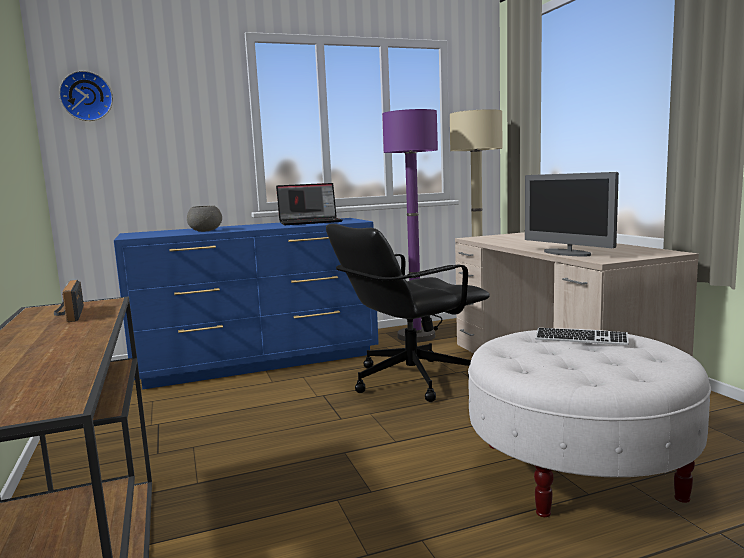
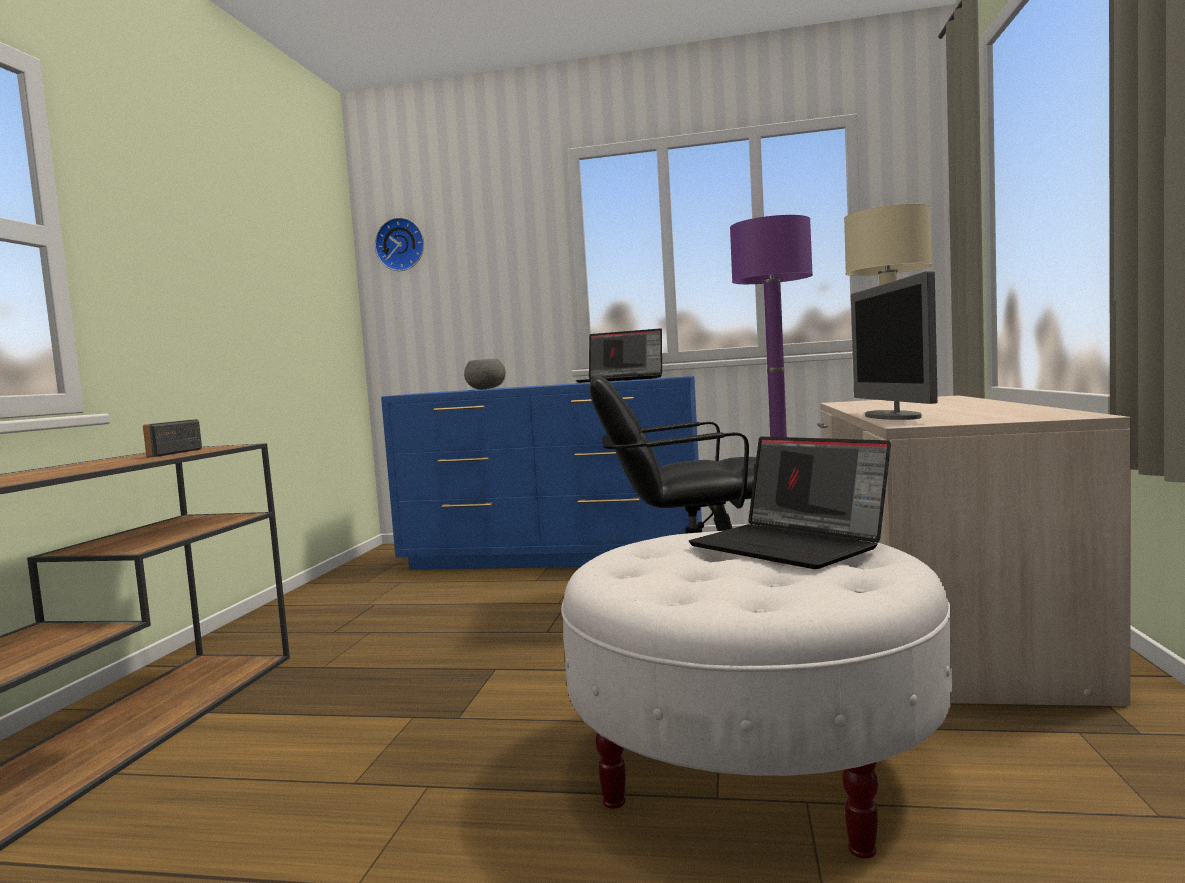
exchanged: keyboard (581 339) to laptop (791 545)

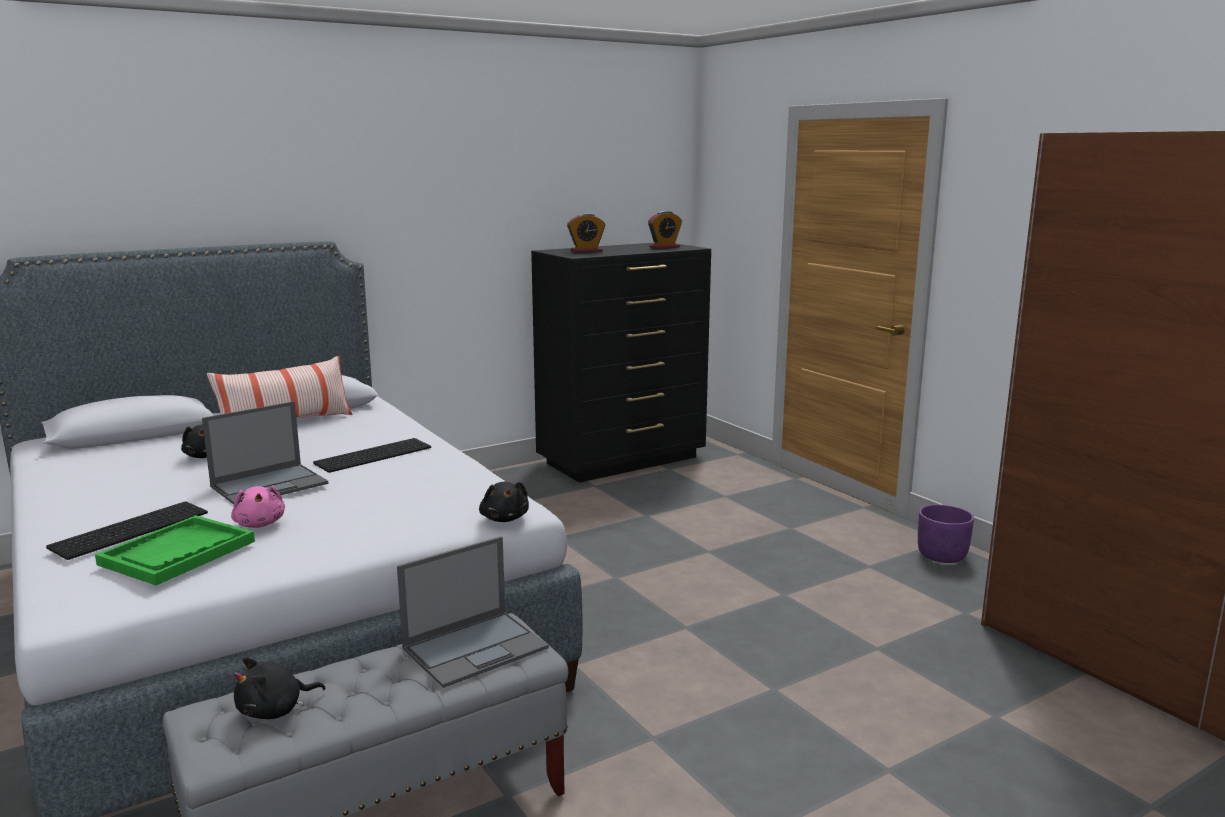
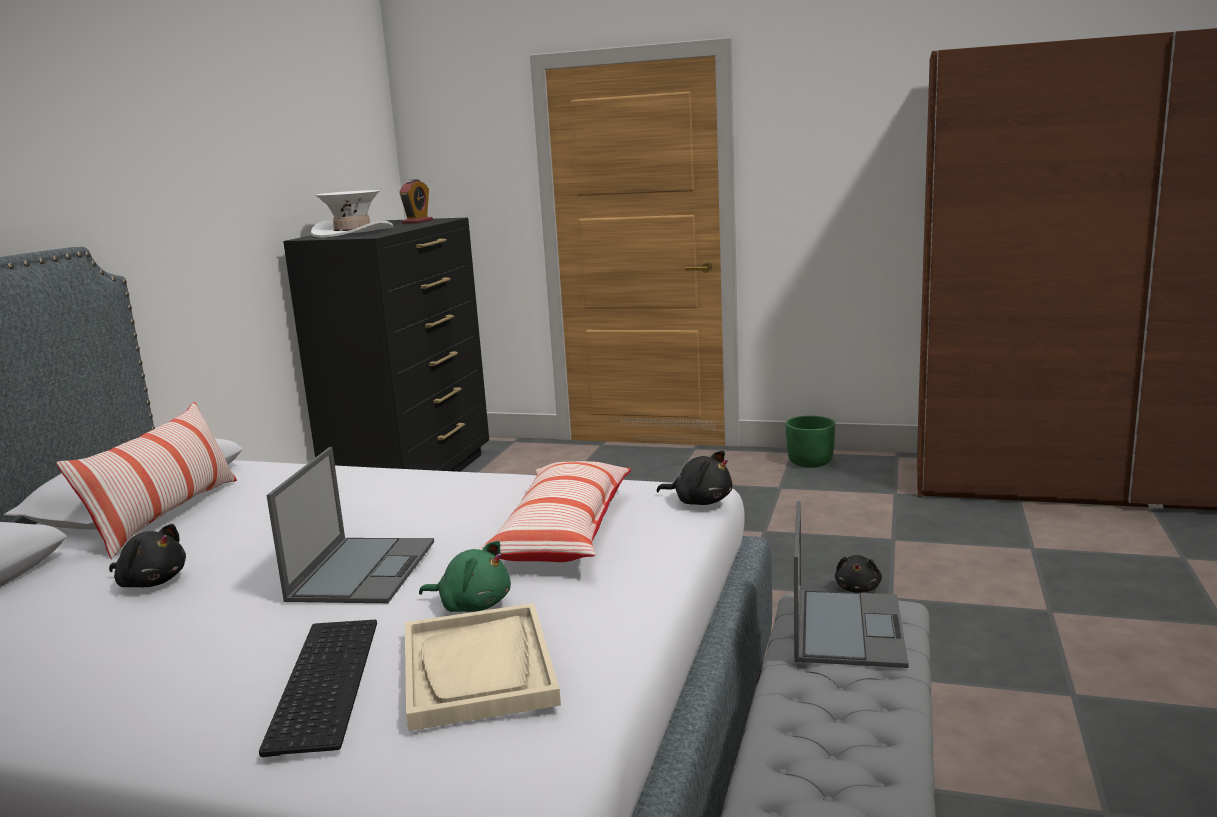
missing: keyboard (373 455)
appeared: pillow (563 532)
relocated: plush toy (black) (275 710) to (858 588)
exchanged: alarm clock (586 251) to hat (white) (353 233)
colour: tray (green) (177 553) to tray (beige) (478 669); plush toy (pink) (260 524) to plush toy (green) (472 605); planter (purple) (942 556) to planter (green) (810 462)

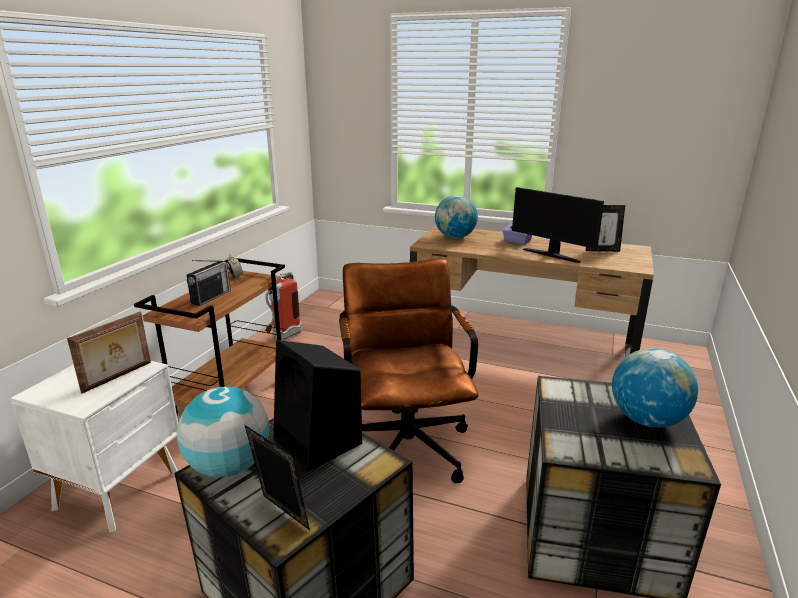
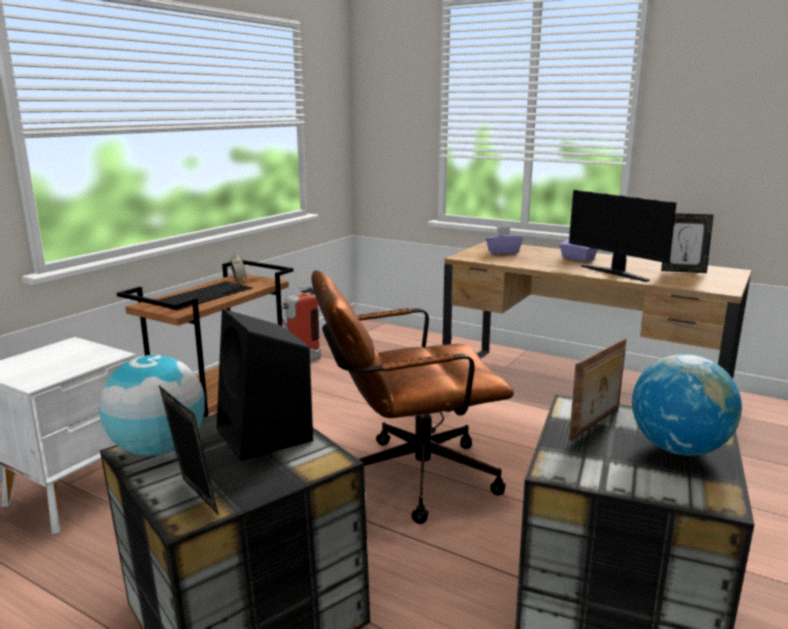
relocated: picture frame (118 377) to (596 424)
exchanged: radio (211 297) to keyboard (204 295); globe (455 237) to tissue box (purple) (503 252)
spun: office chair (brown) (405 441) = (406 478) 105 degrees counterclockwise

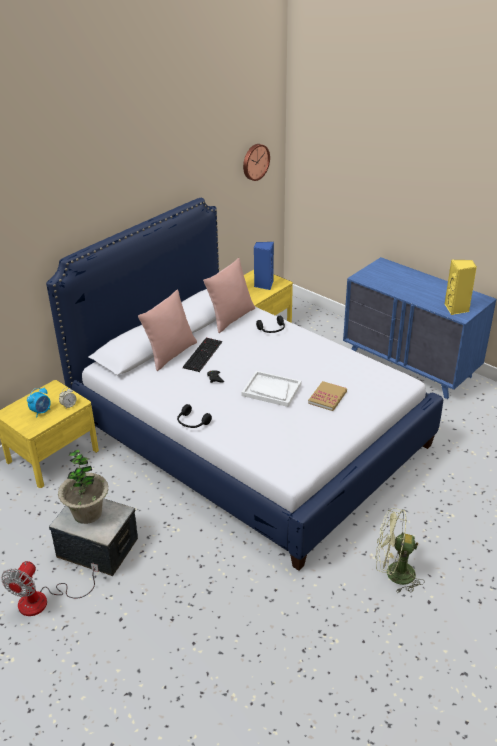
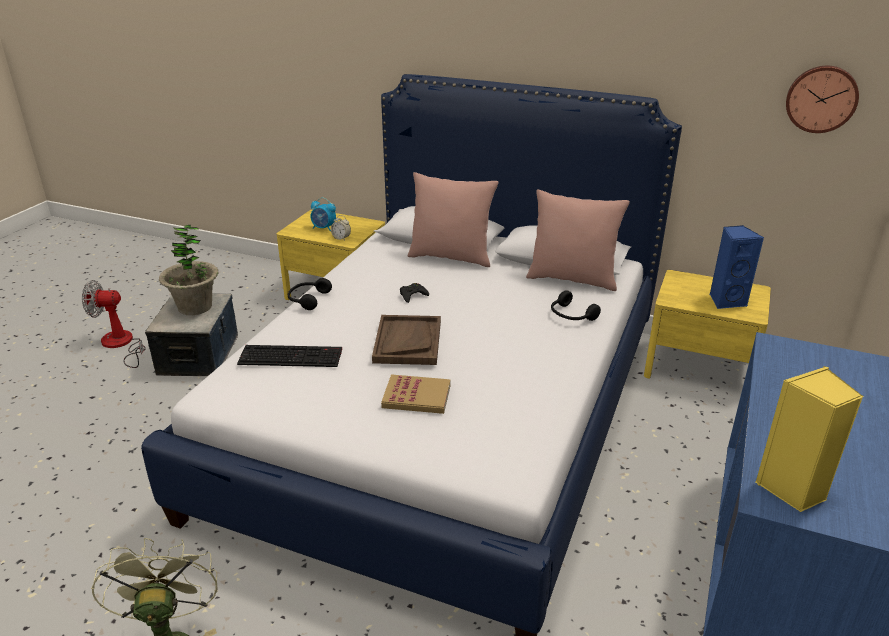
relocated: keyboard (202 354) to (292 356)
colour: tray (white) (271 390) to tray (brown) (407 342)

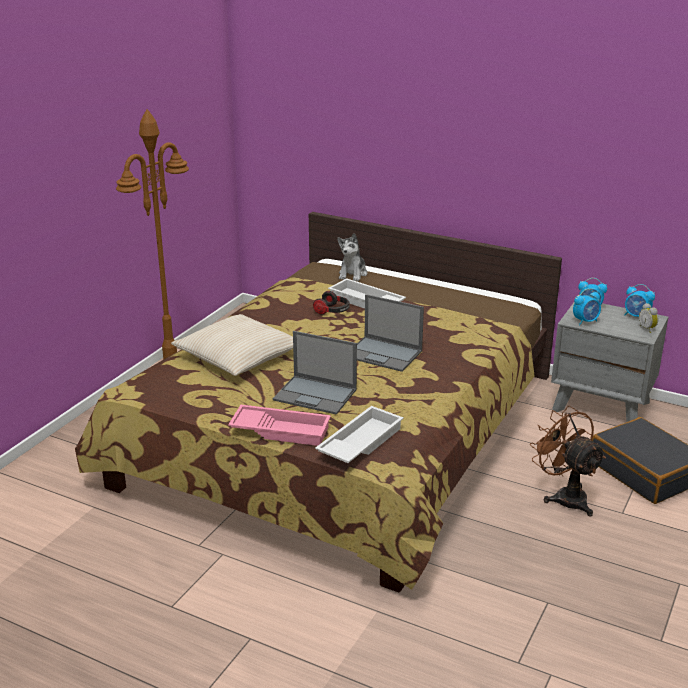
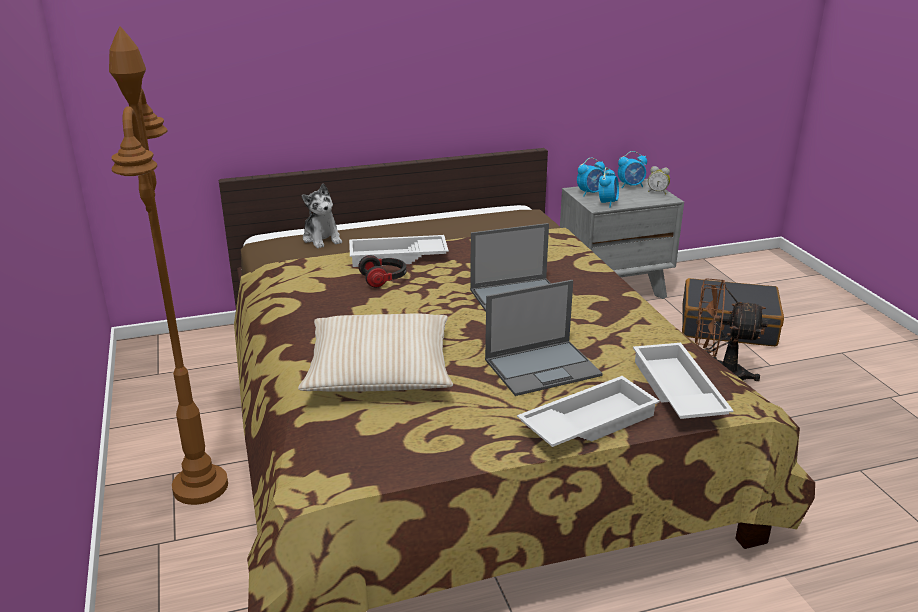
colour: tray (pink) (281 430) to tray (white) (587 422)

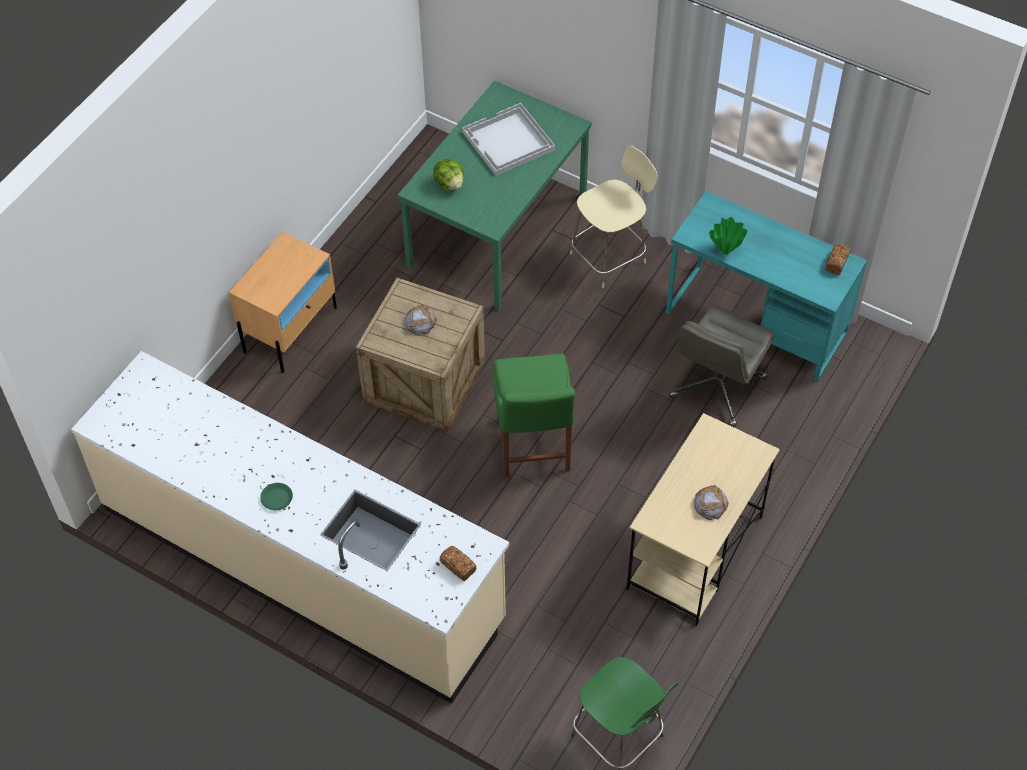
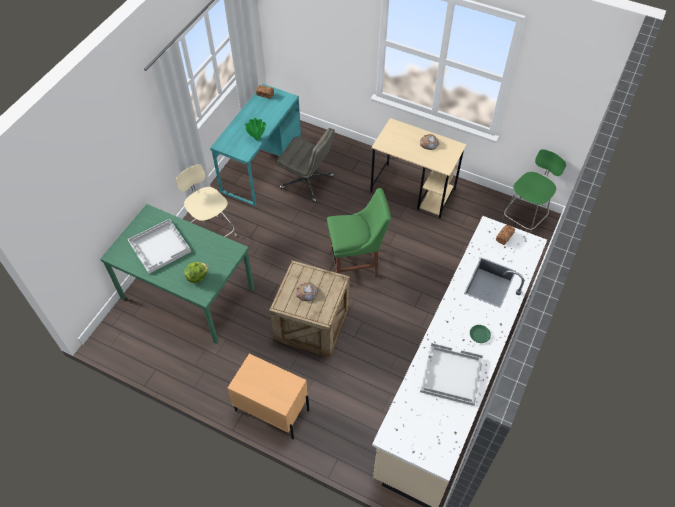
appeared: tray (white) (451 375)

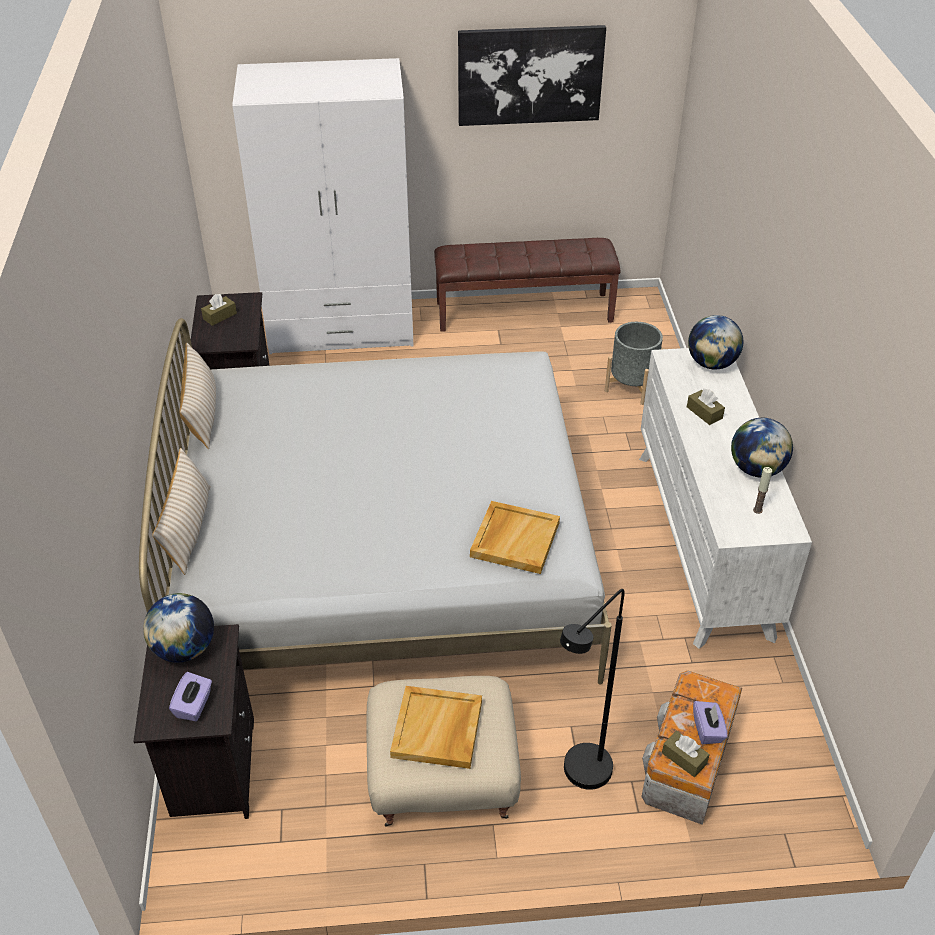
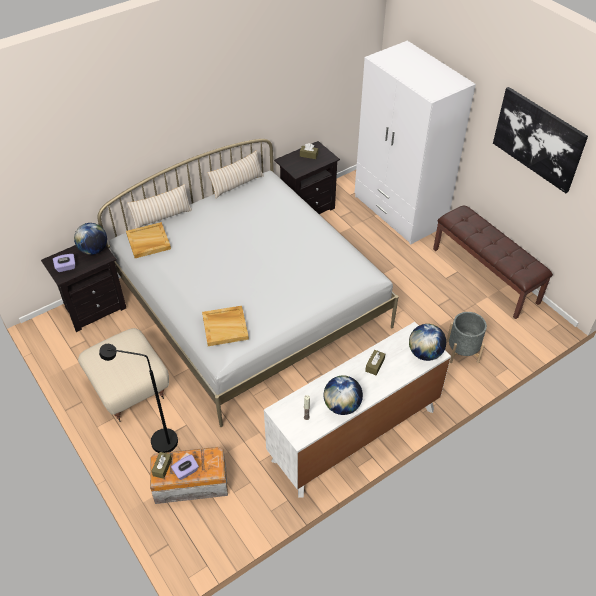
relocated: tray (beige) (437 730) to (148 242)

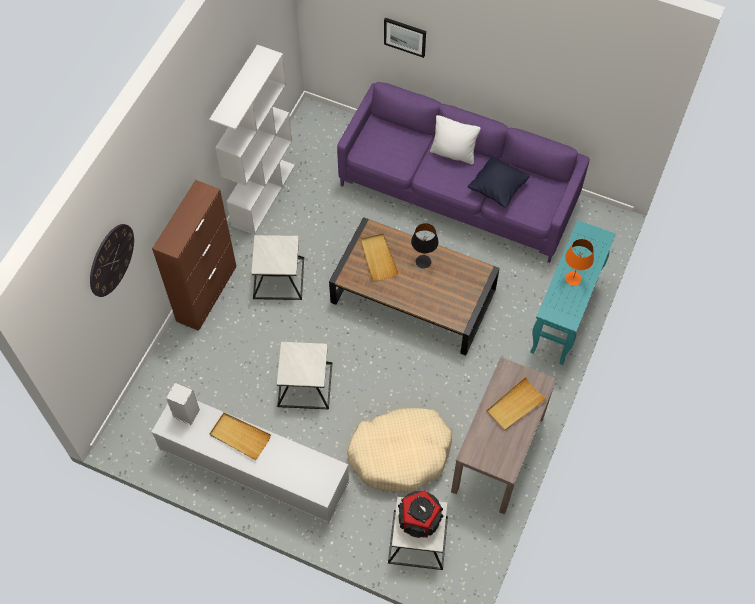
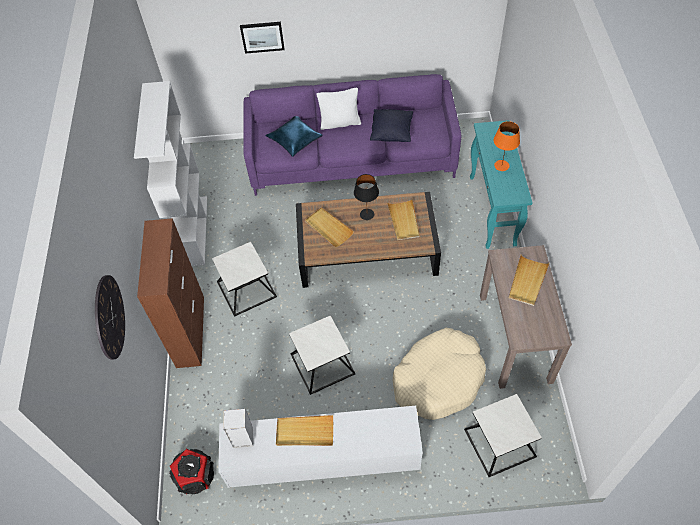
appeared: pillow (blue) (294 140); tray (beige) (403 221)
relocated: speaker (419 519) to (195 476)

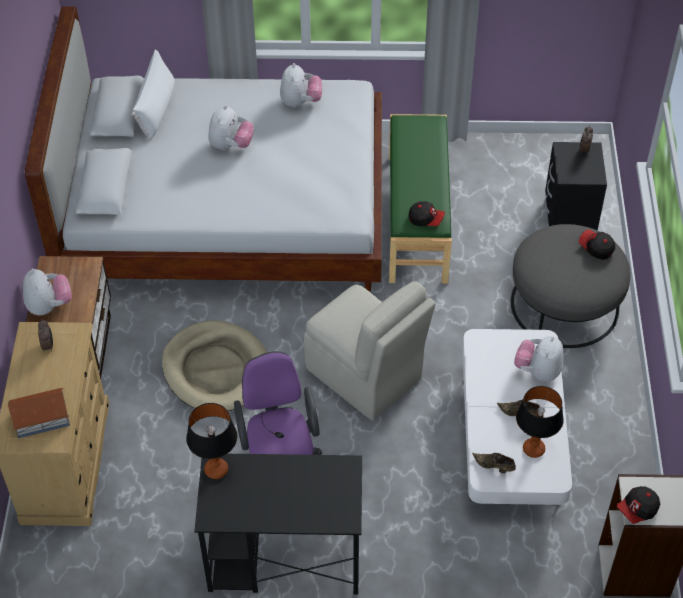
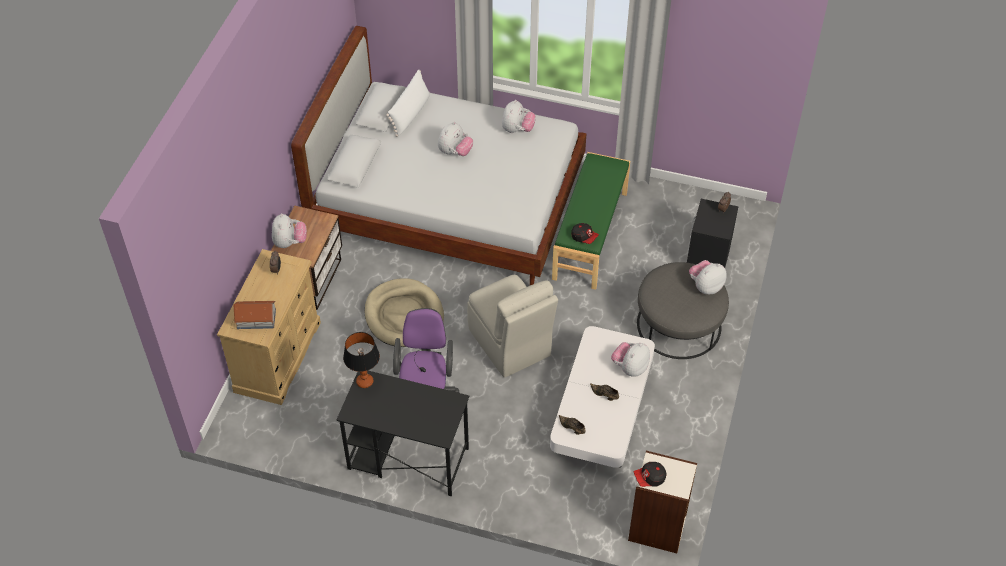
missing: table lamp (533 449)
exchanged: cap (596 248) to plush toy (705 286)

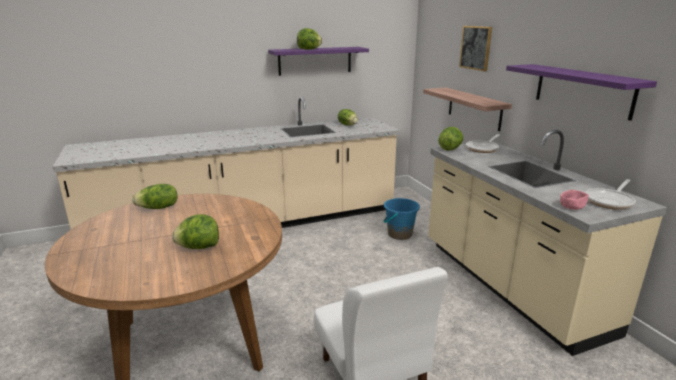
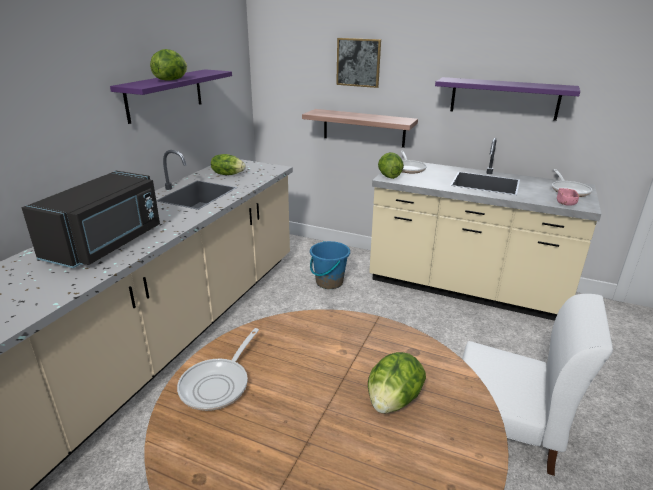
appeared: microwave (black) (107 243)
exchanged: lettuce (158 208) to frying pan (218 384)

